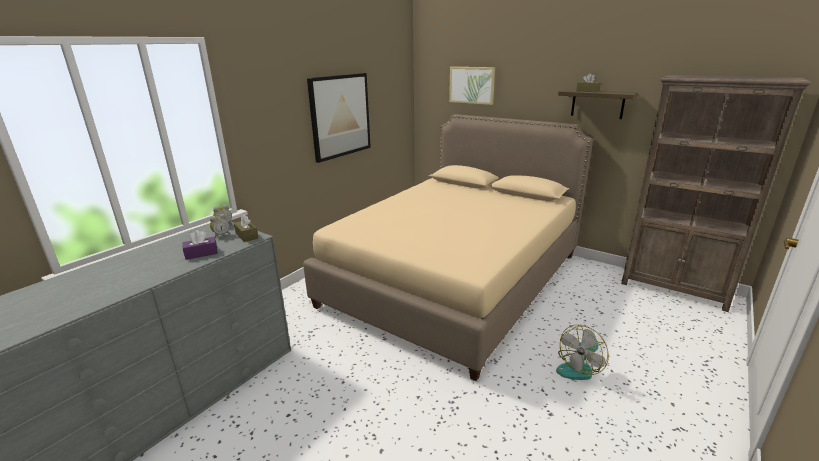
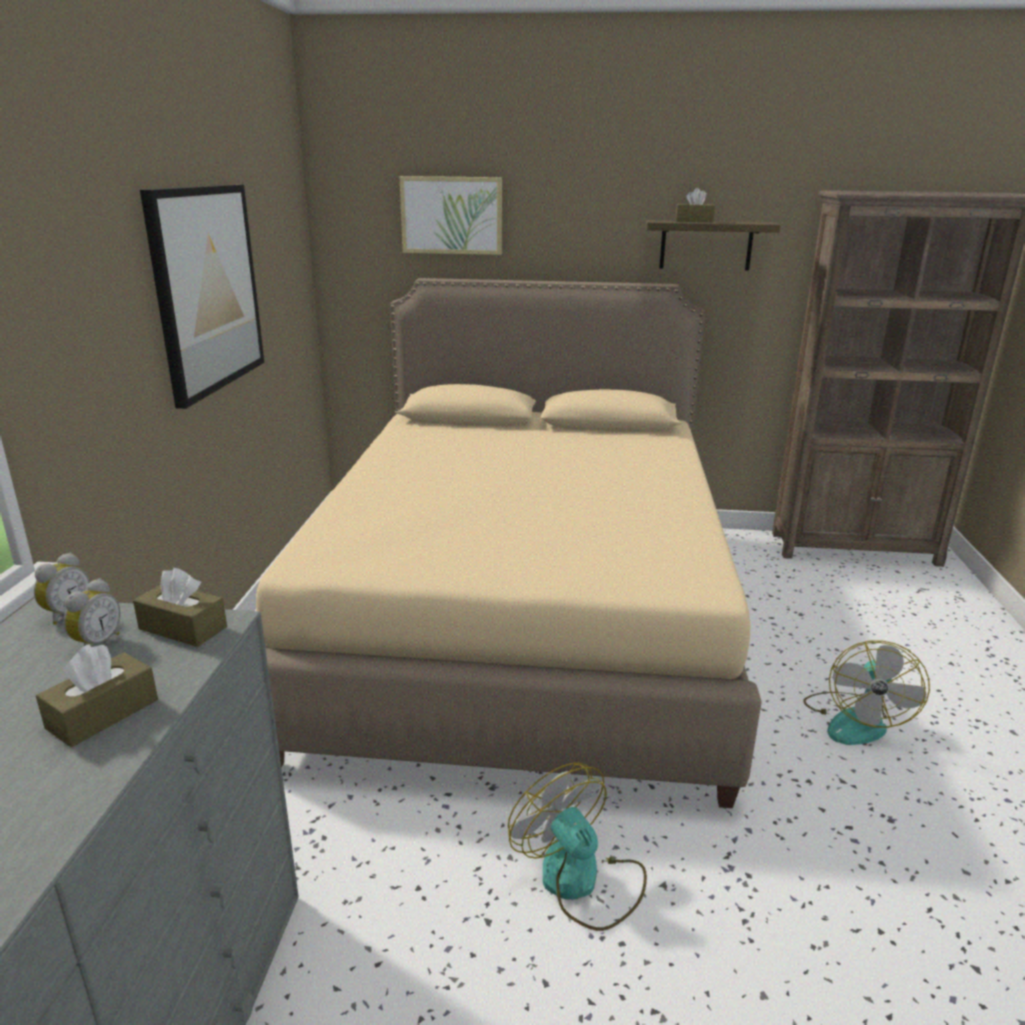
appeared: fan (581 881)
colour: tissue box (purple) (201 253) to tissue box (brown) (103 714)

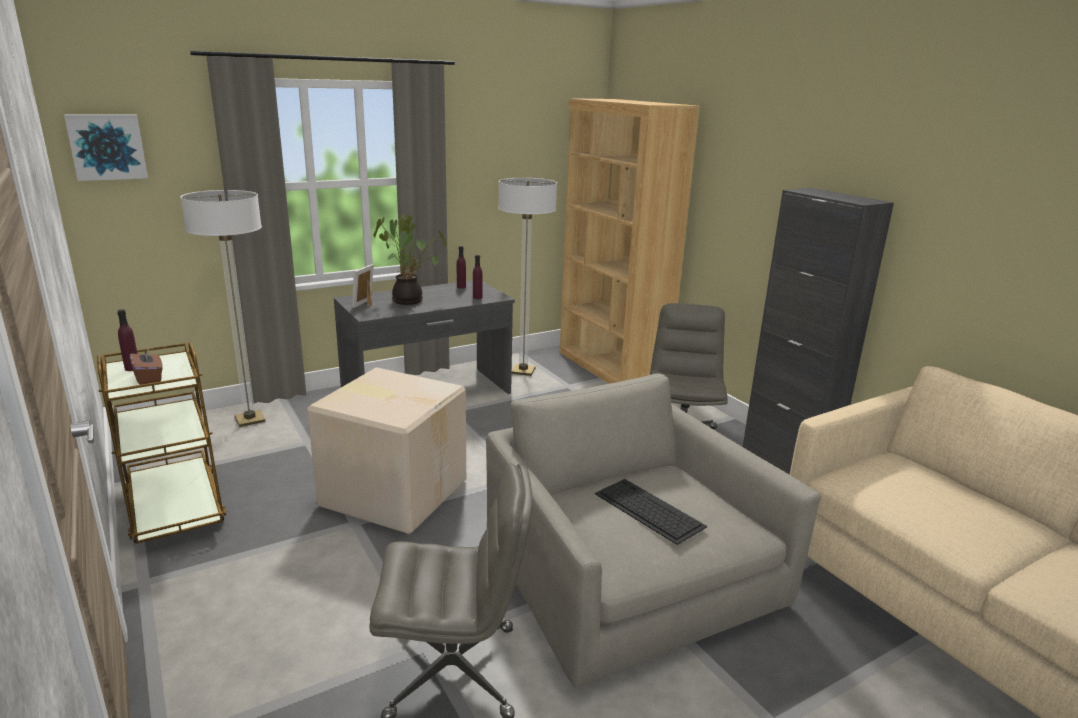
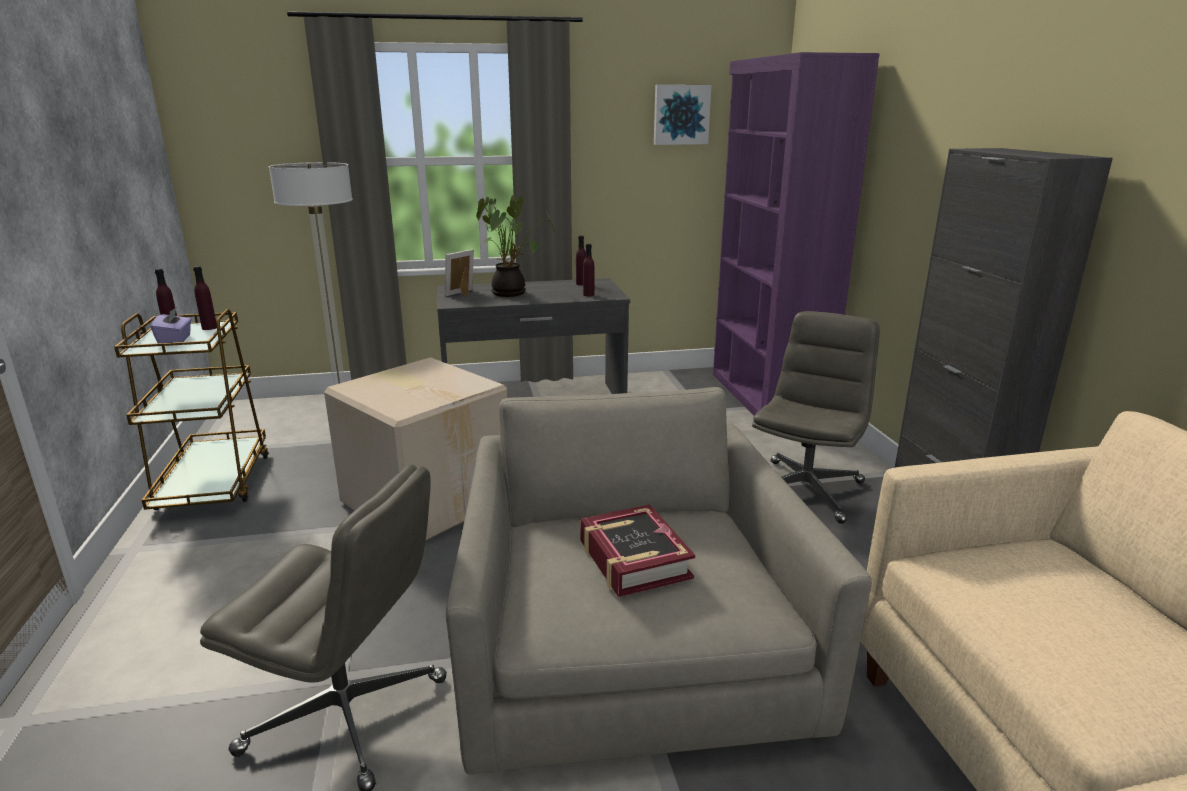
missing: floor lamp (523 371)
appeared: bottle (purple) (209 328)
relocated: picture (107 147) to (681 115)
exchanged: keyboard (647 509) to book (633 559)
colour: tissue box (brown) (149 378) to tissue box (purple) (175 340); bookcase (brown) (611 368) to bookcase (purple) (765 398)

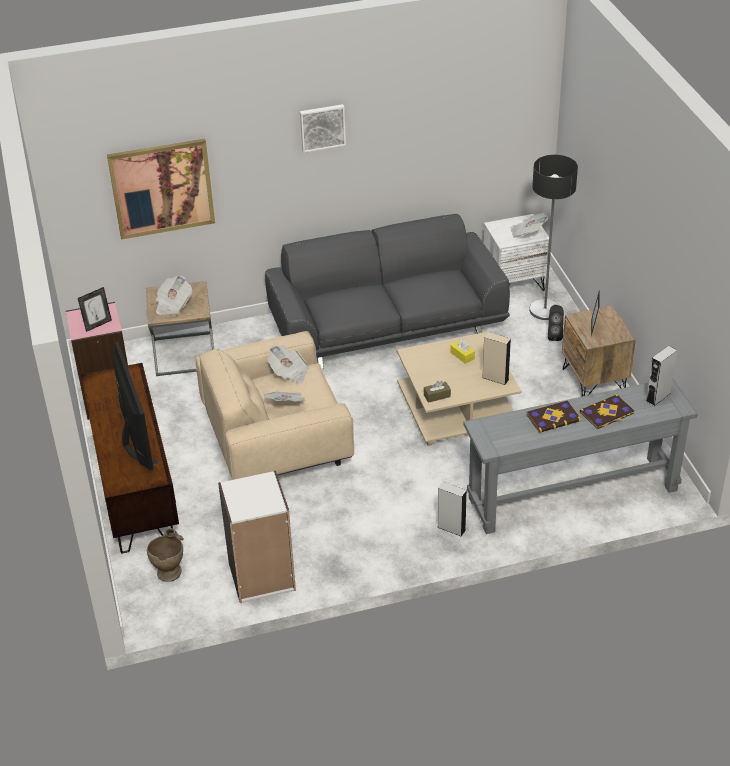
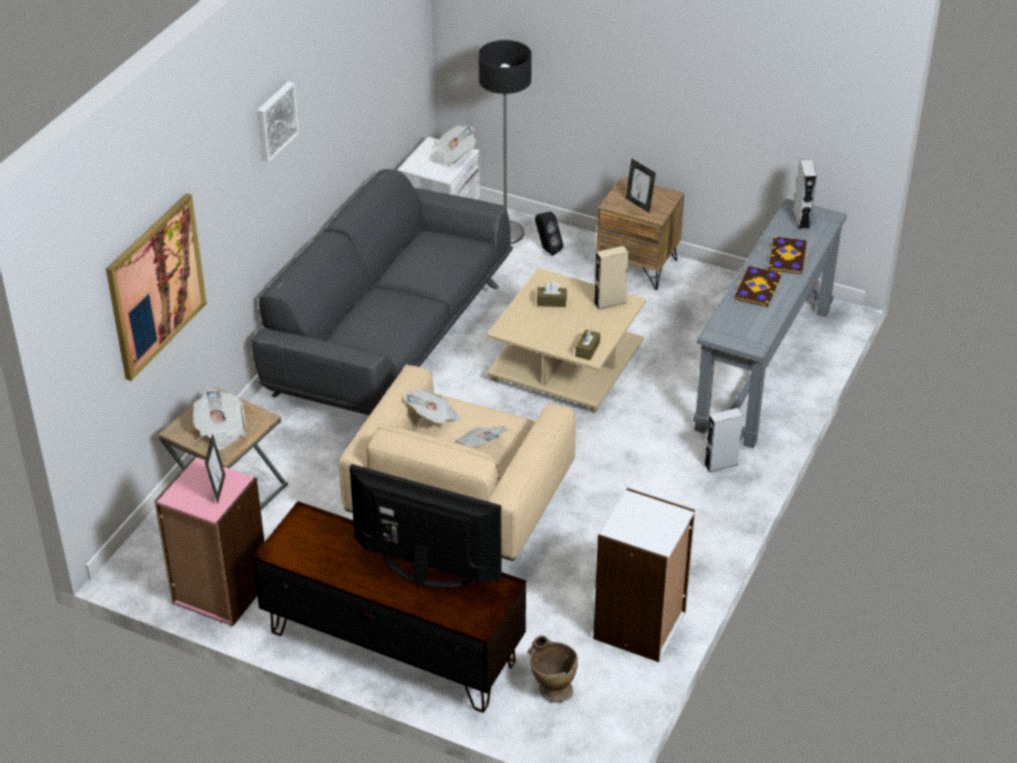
colour: tissue box (yellow) (462 355) to tissue box (brown) (551 302)

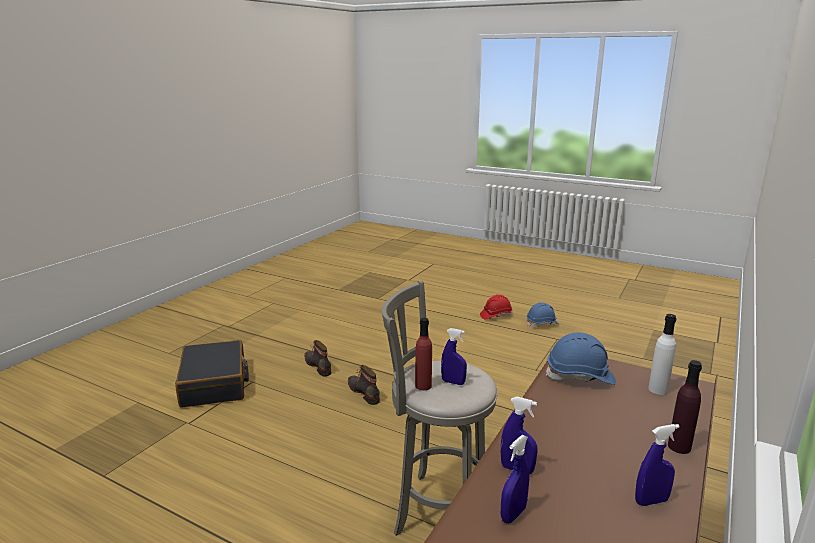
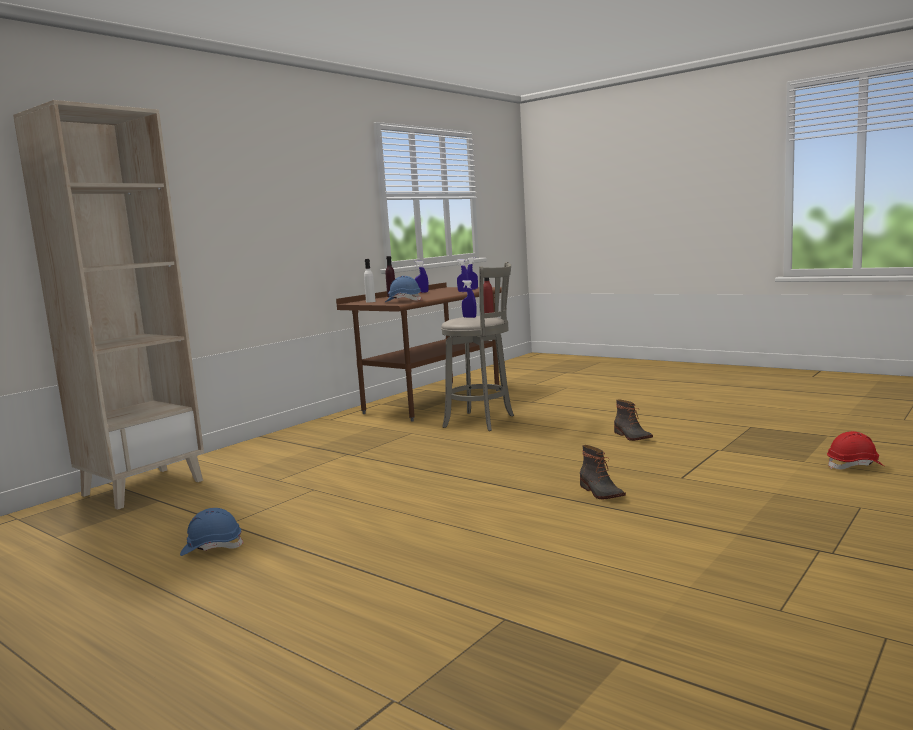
missing: suitcase (black) (214 384)
appeared: bookcase (beige) (143 487)
relocated: boot (364 392) to (632 436); hard hat (red) (495 315) to (855 466)

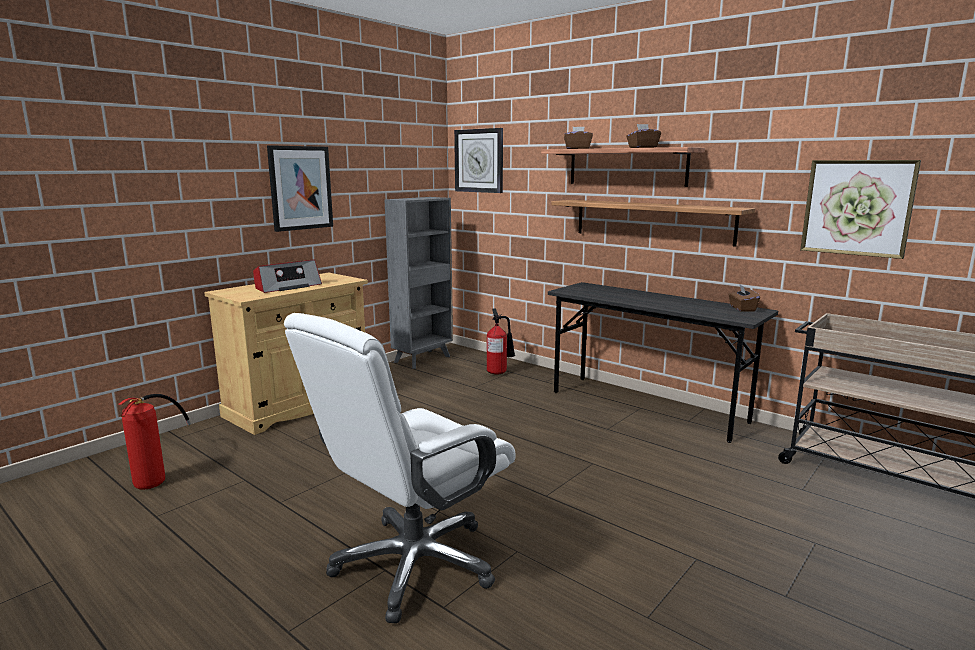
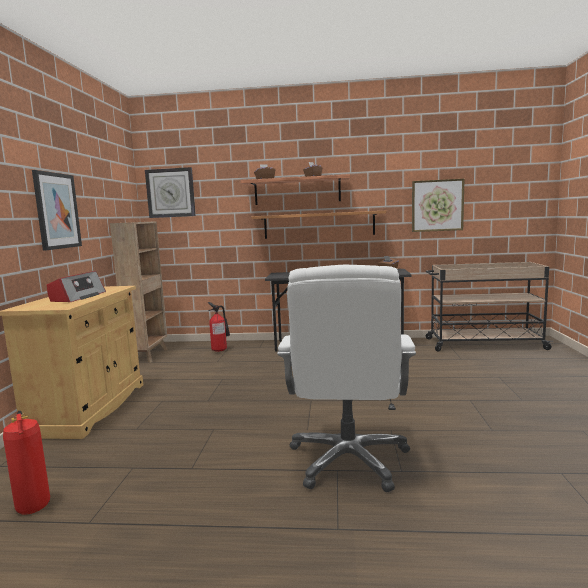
colour: bookcase (grey) (423 359) to bookcase (brown) (148 355)

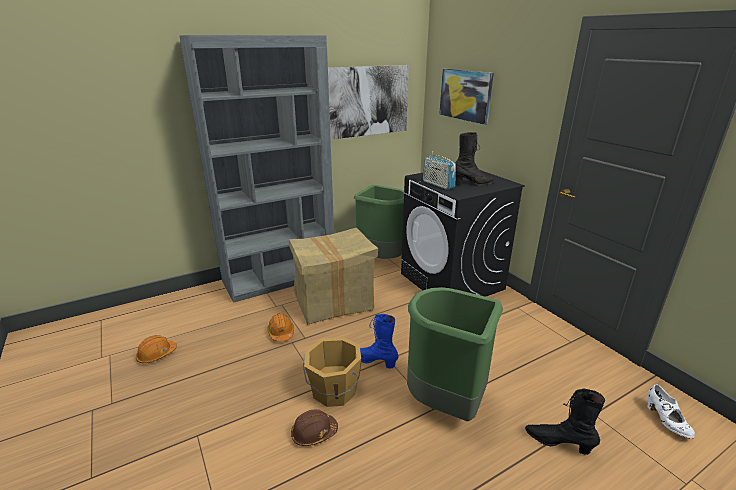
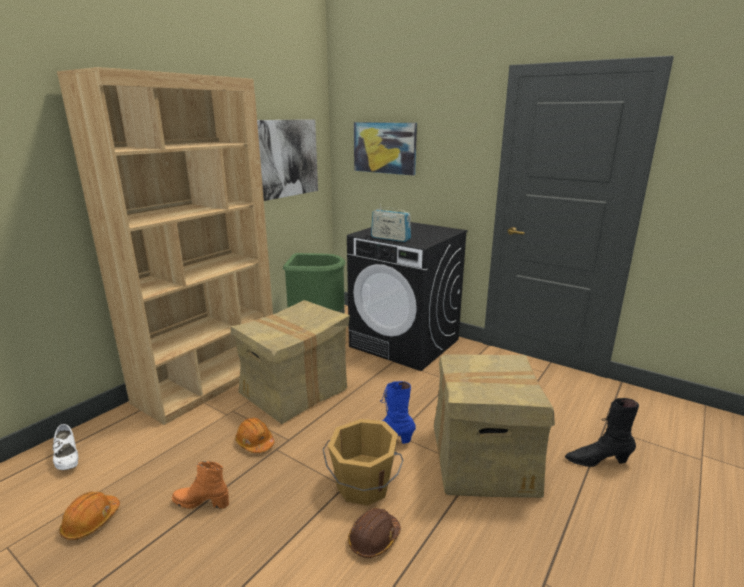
missing: boot (black) (473 183)
appeared: boot (orange) (201 502)
relocated: shoe (white) (666 421) to (68 459)
exchanged: trash can (green) (445 404) to cardboard box (483 460)
colour: bookcase (grey) (280 278) to bookcase (brown) (209 382)

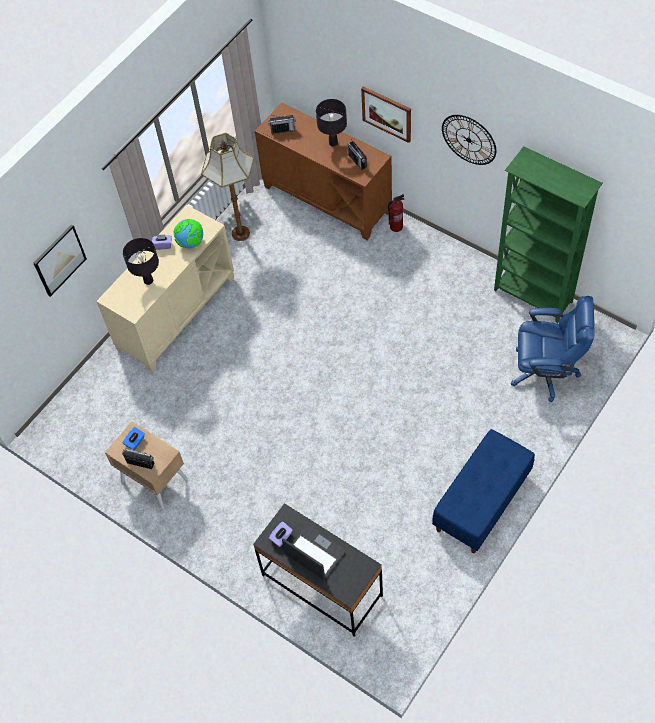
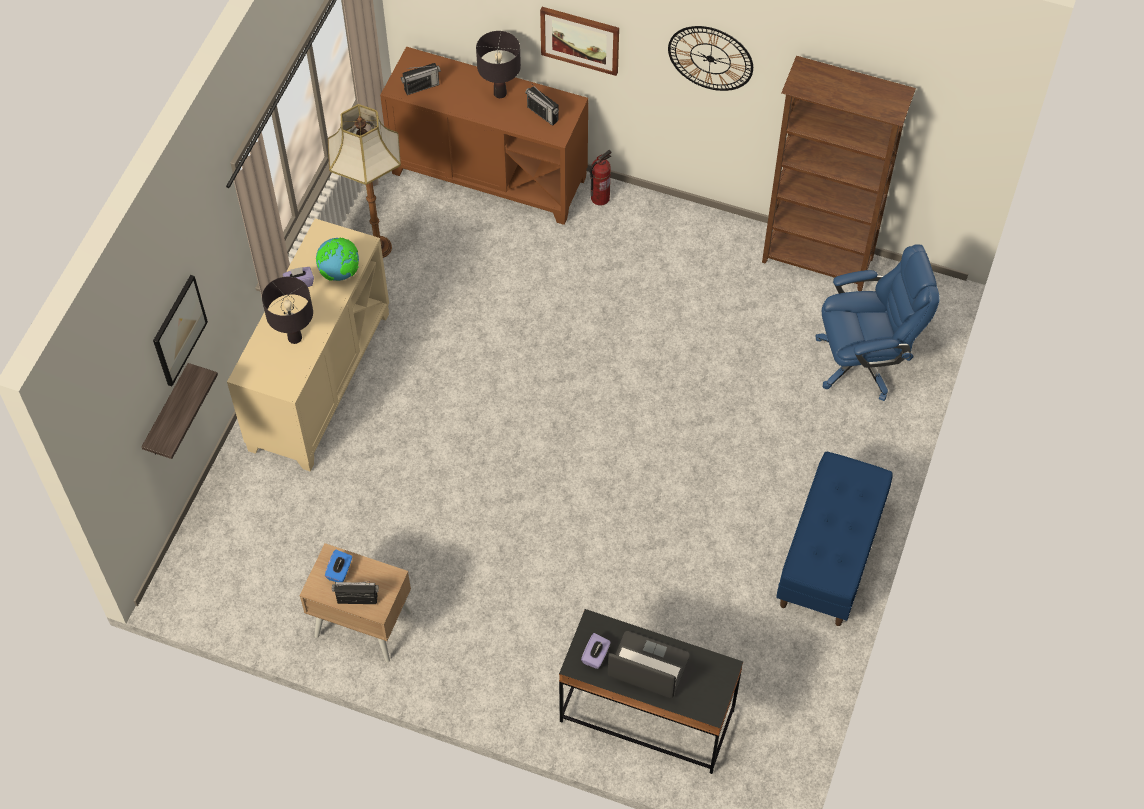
appeared: shelf (168 414)
colour: bookcase (green) (533 297) to bookcase (brown) (818 261)

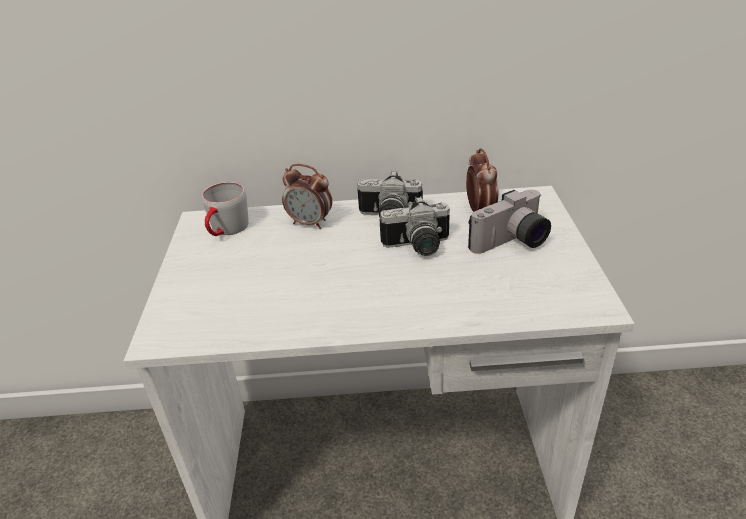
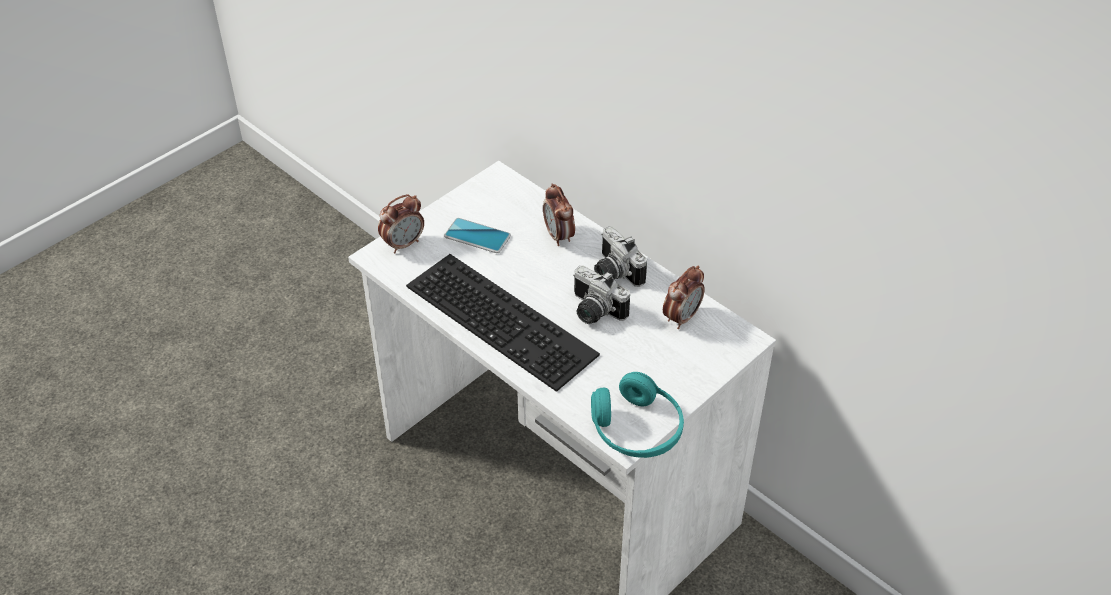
missing: mug (grey) (226 230); photo camera (512 243)
appeared: alarm clock (403 244); keyboard (505 319); phone (477 236); headphones (turquoise) (636 429)

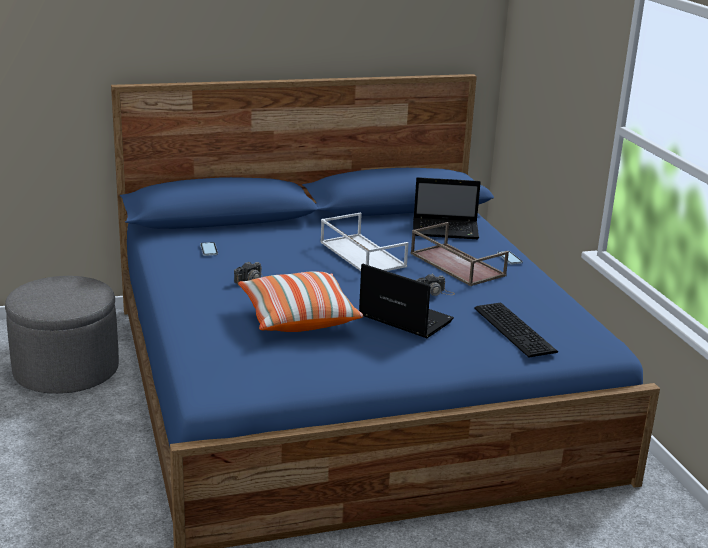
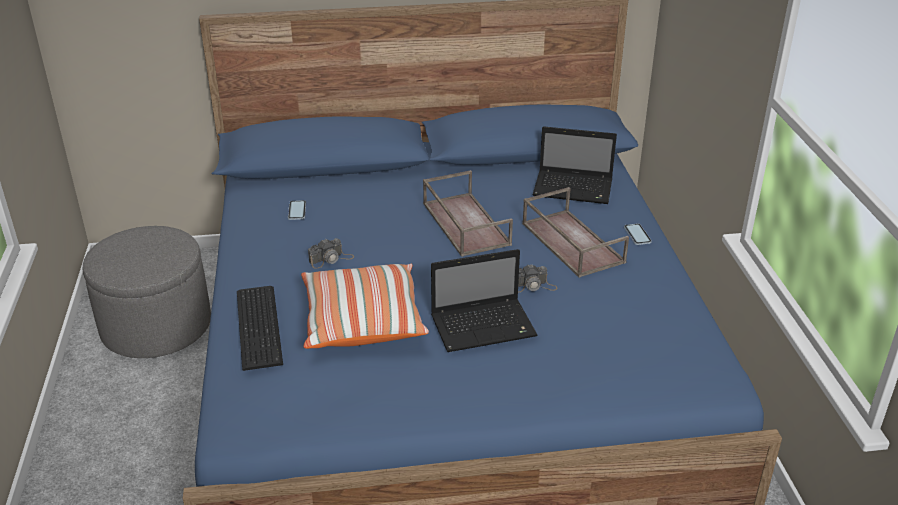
relocated: keyboard (515 329) to (261 325)
colour: tray (white) (361 254) to tray (brown) (464 223)
spun: laptop (403 318) = (485 326) 120 degrees clockwise

